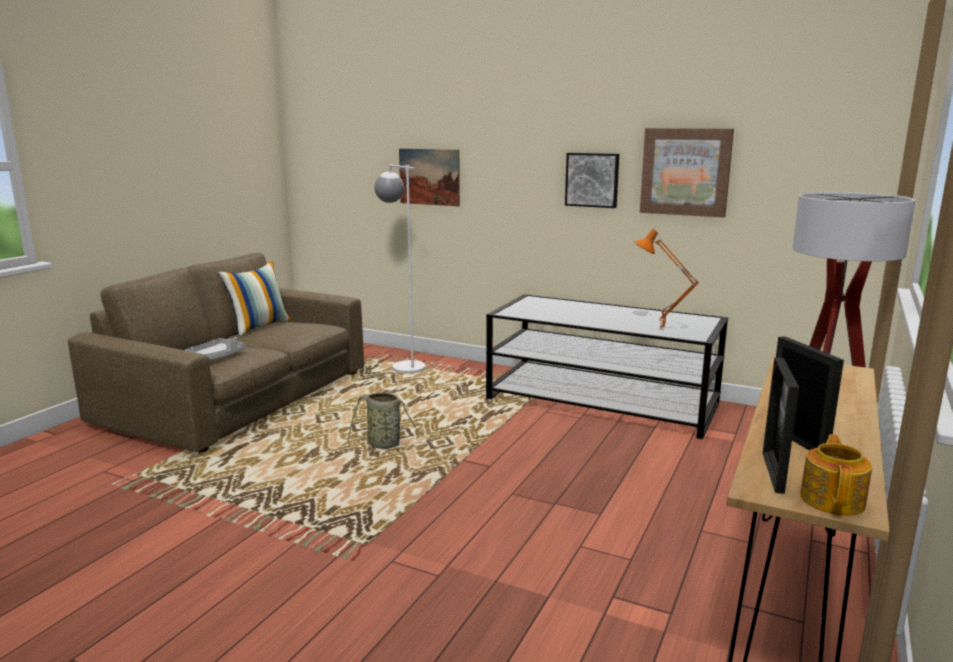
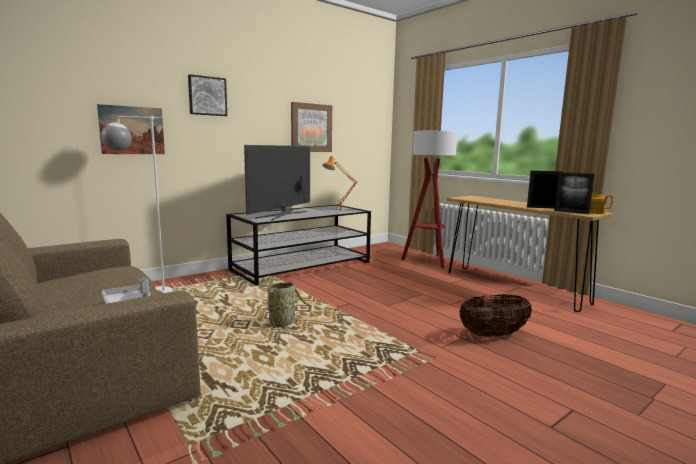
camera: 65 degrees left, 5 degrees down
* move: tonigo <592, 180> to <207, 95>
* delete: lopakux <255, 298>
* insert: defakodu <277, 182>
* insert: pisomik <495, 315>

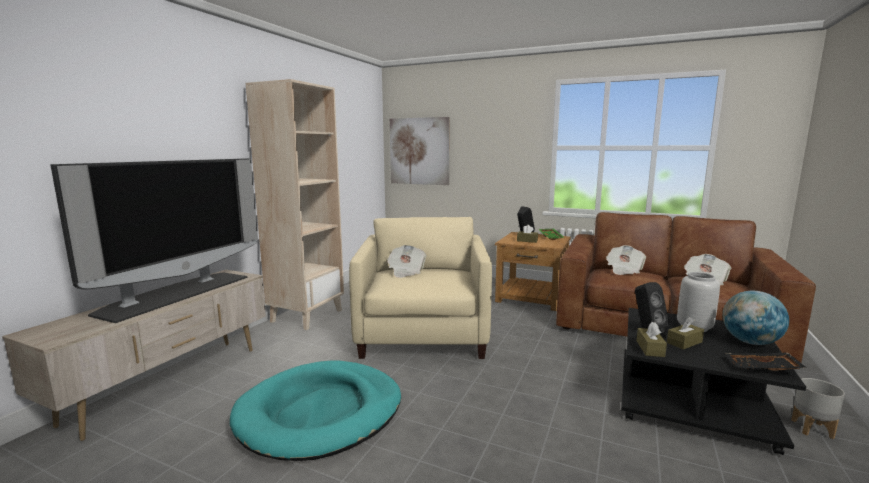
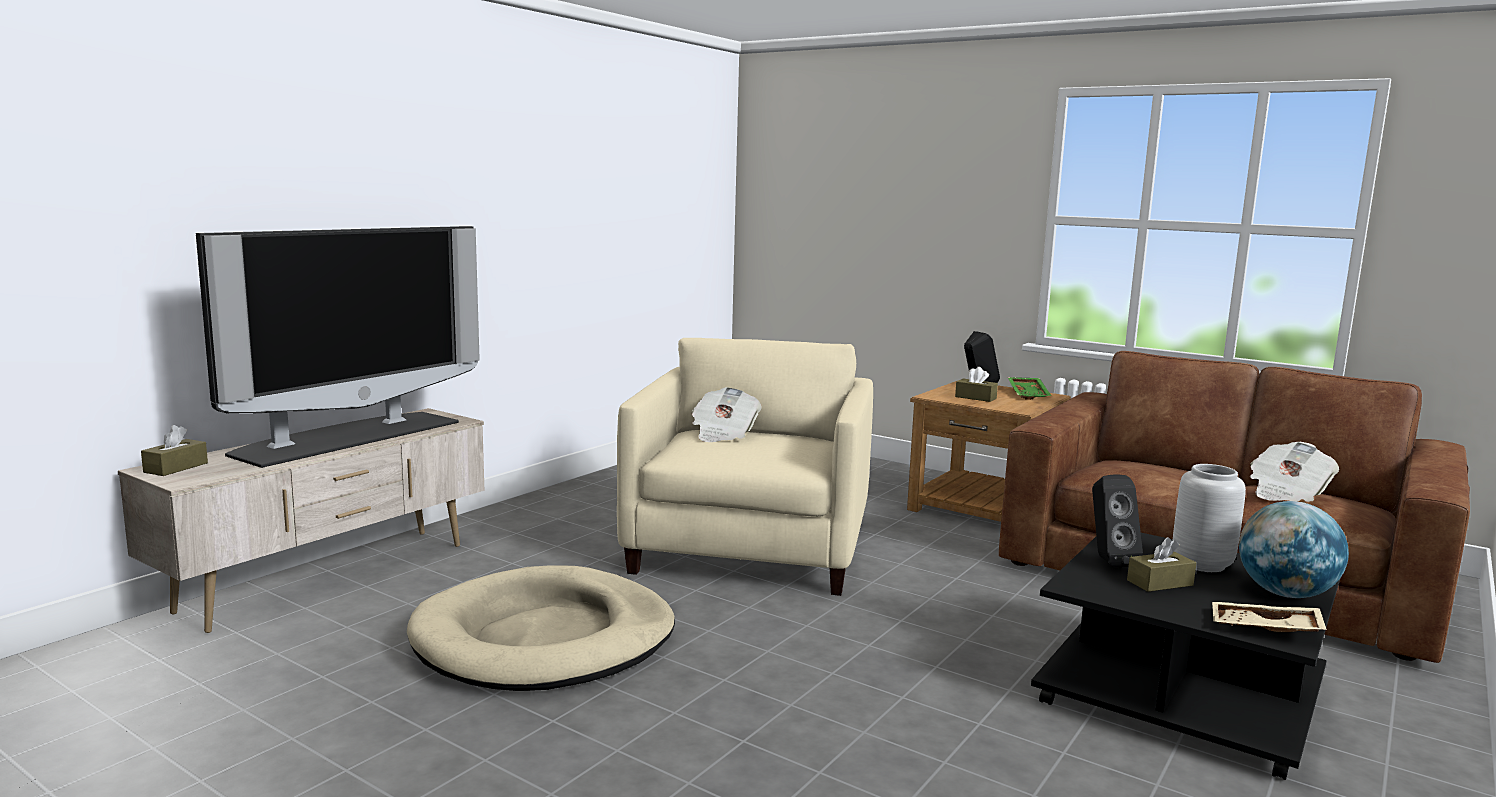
camera: 10 degrees right, 0 degrees up
* delete: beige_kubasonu <295, 204>
* delete: tonigo <420, 151>
* delete: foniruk <626, 260>
* move: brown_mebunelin <651, 339> to <174, 450>
* recolor: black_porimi <766, 362> to beige_porimi <1269, 617>
* recolor: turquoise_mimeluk <315, 411> to beige_mimeluk <541, 628>
* delete: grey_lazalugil <818, 408>

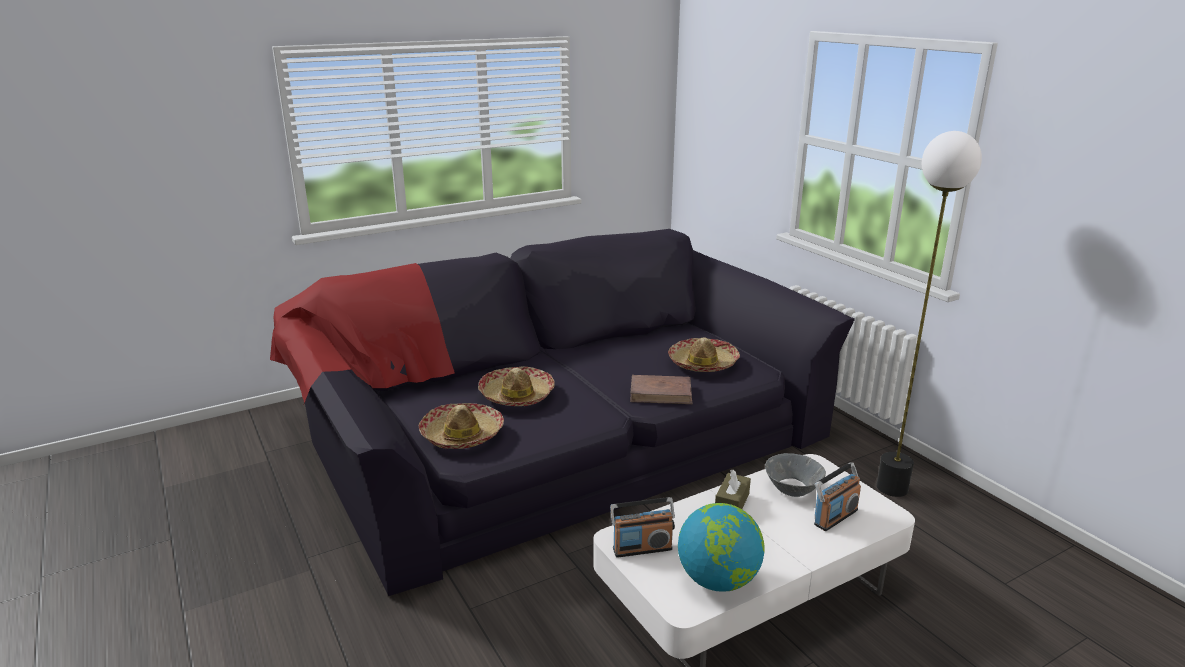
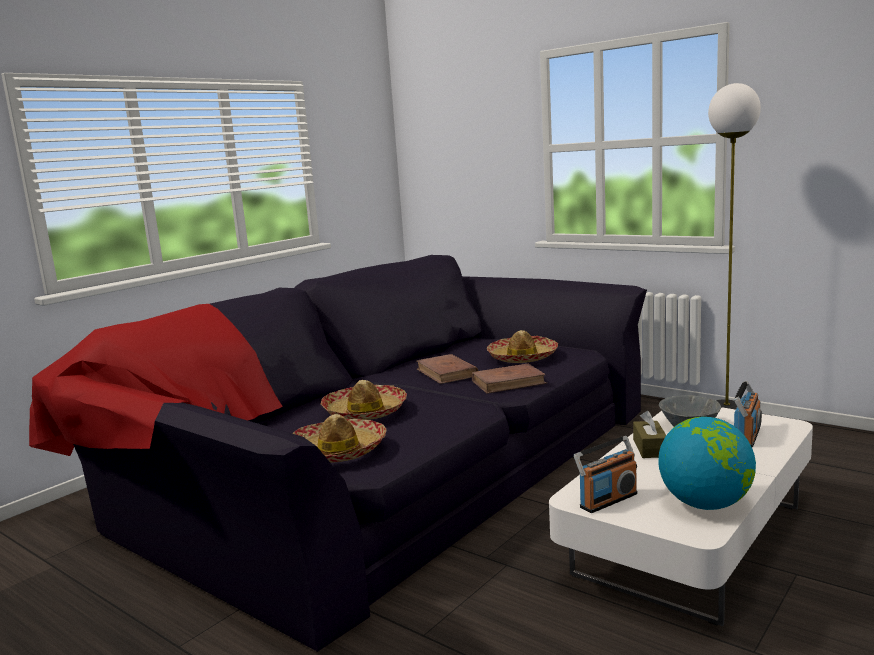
camera: 20 degrees left, 10 degrees down
* insert: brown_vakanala <447, 369>

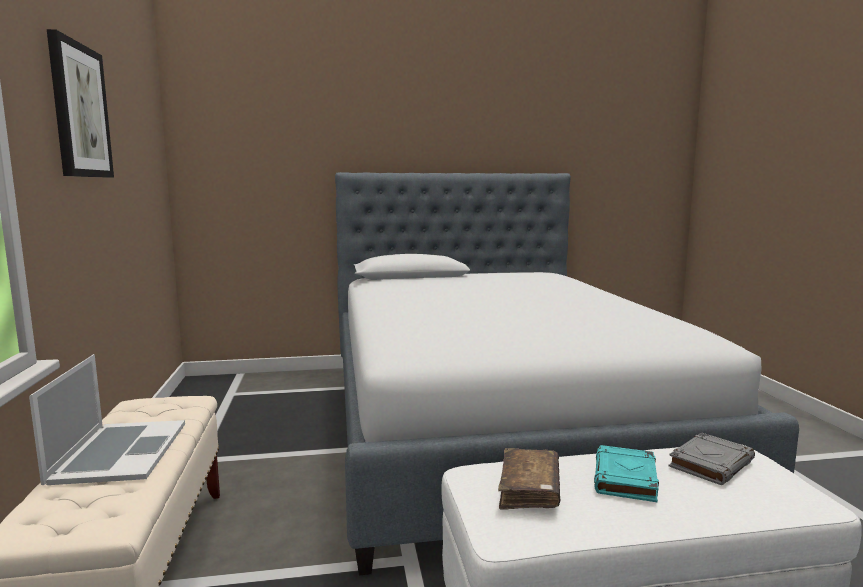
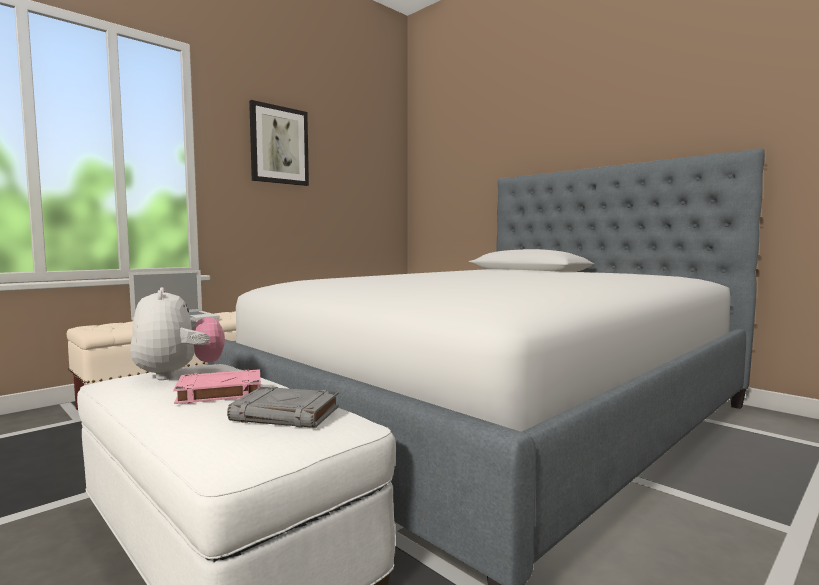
camera: 55 degrees right, 5 degrees down
* recolor: turquoise_vakanala <626, 473> to pink_vakanala <217, 386>
* replace: brown_vakanala <529, 479> to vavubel <177, 333>

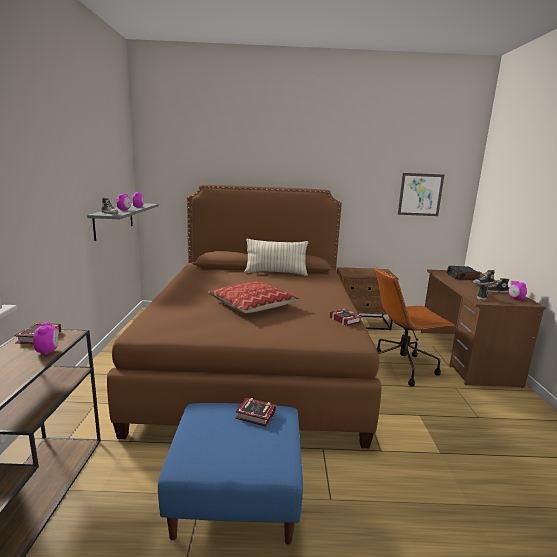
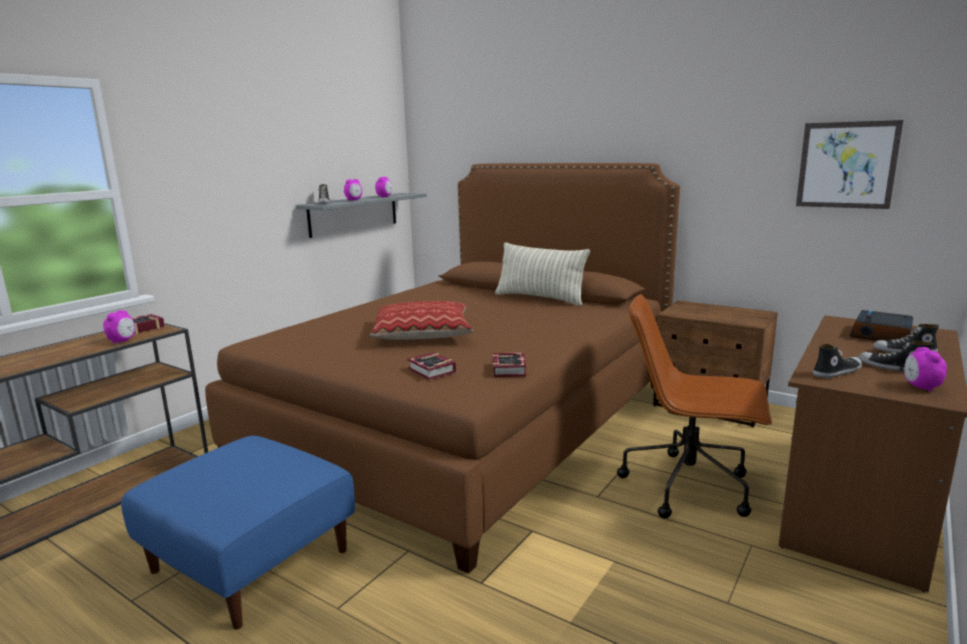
camera: 35 degrees right, 0 degrees up
* move: vakanala <256, 412> to <431, 366>

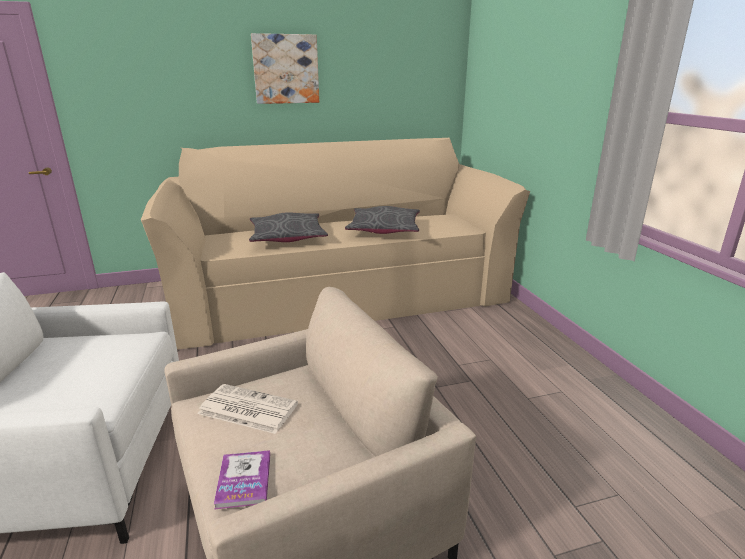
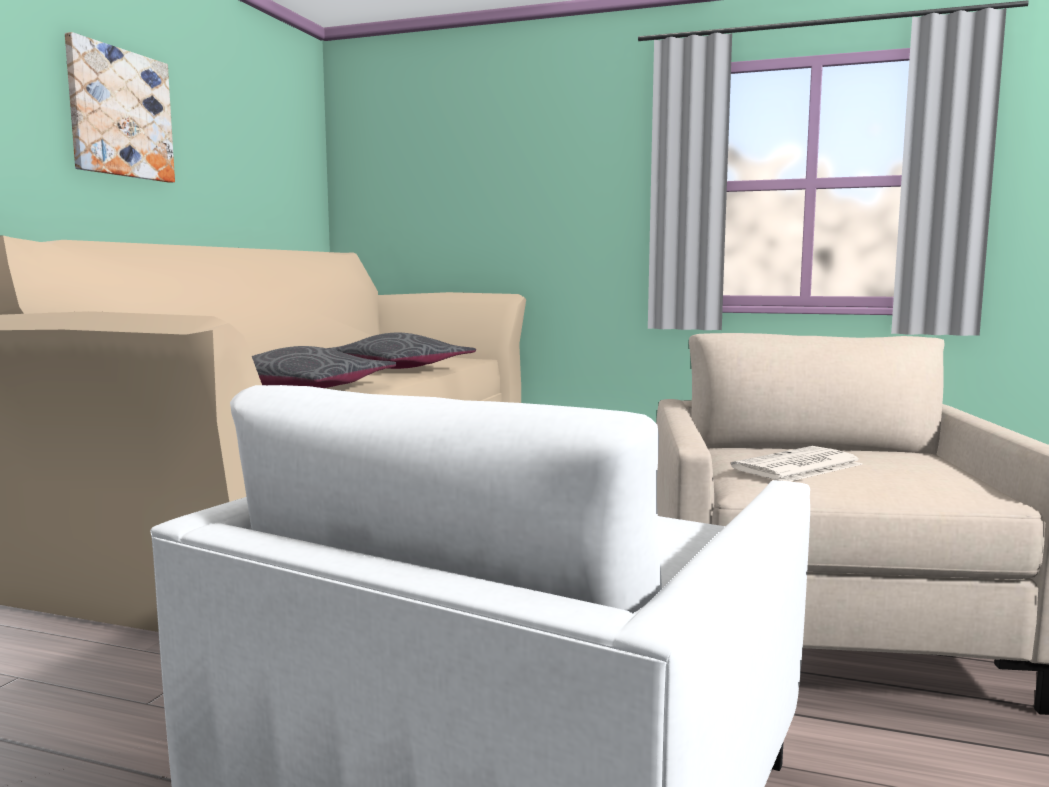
camera: 55 degrees left, 15 degrees down
* delete: vakanala <242, 480>

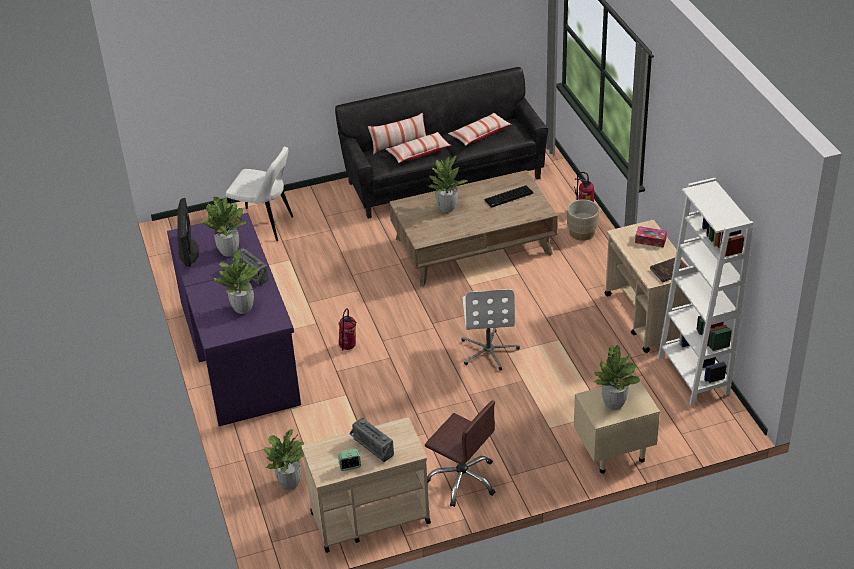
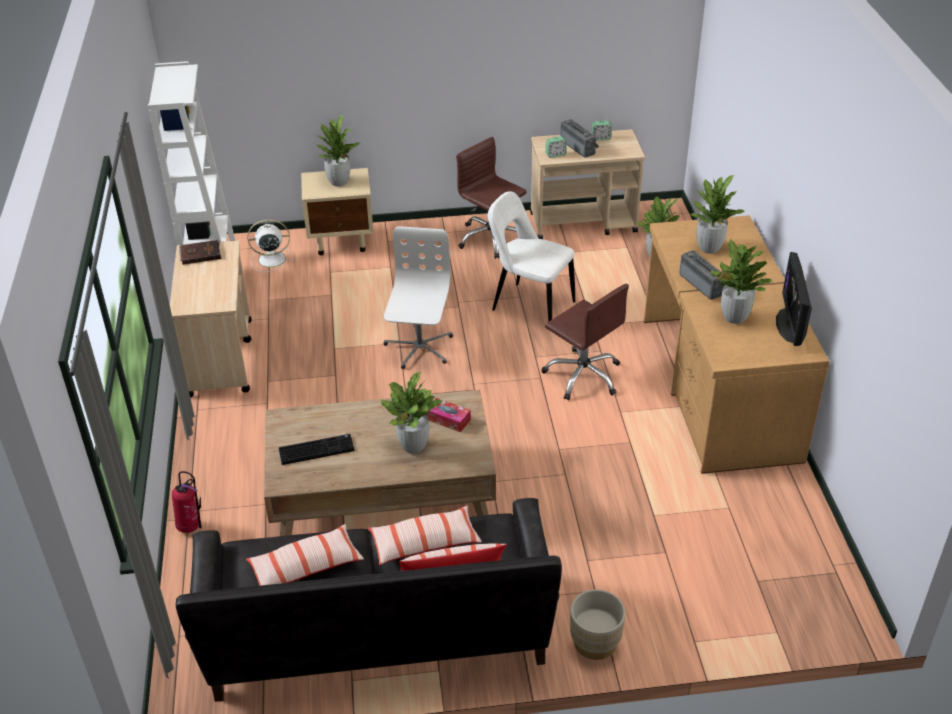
camera: 170 degrees left, 0 degrees up
* move: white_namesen <259, 194> to <531, 256>
* move: beige_lazalugil <583, 220> to <597, 624>
* recolor: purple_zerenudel <234, 319> to brown_zerenudel <737, 344>
* move: mebunelin <651, 237> to <449, 415>
* replace: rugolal <347, 329> to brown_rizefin <585, 342>
* insert: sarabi <556, 147>
* insert: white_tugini <271, 245>

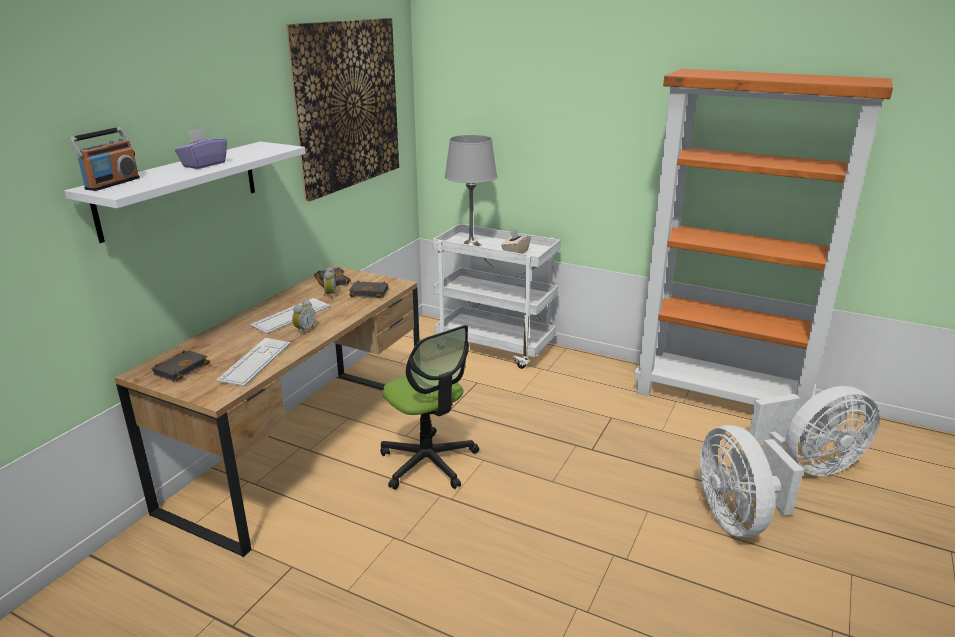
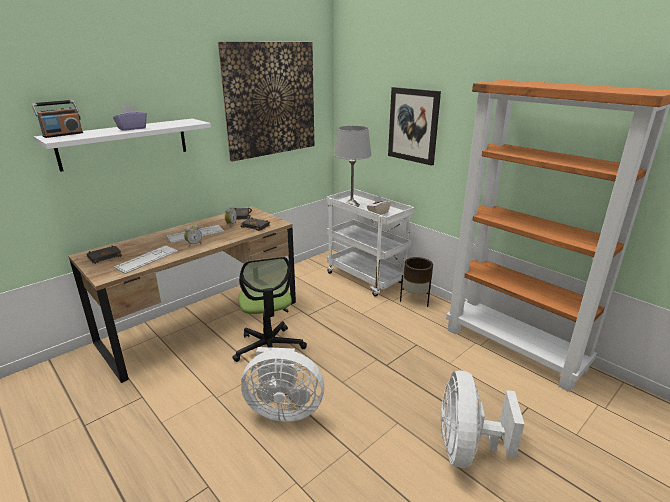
camera: 20 degrees right, 0 degrees up
* move: white_tugini <814, 431> to <282, 384>
* insert: tonigo <414, 126>
* insert: brown_lazalugil <416, 282>

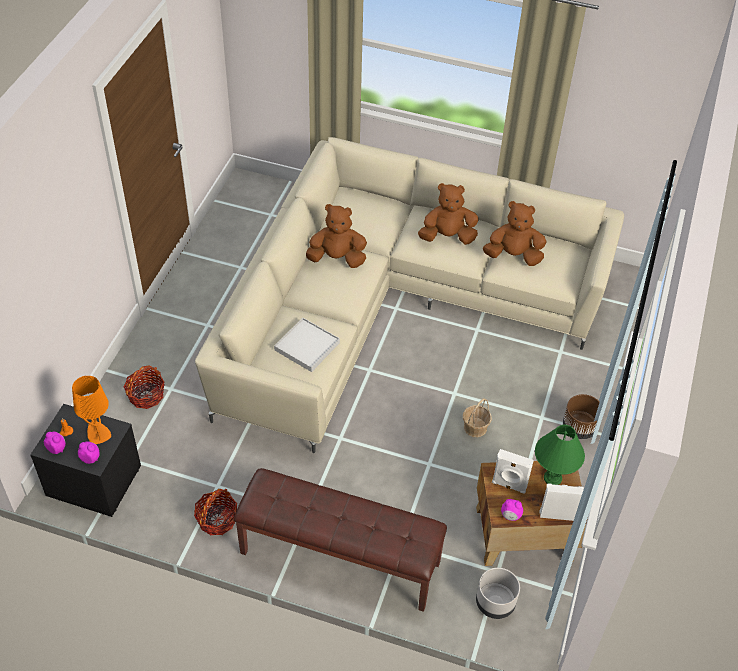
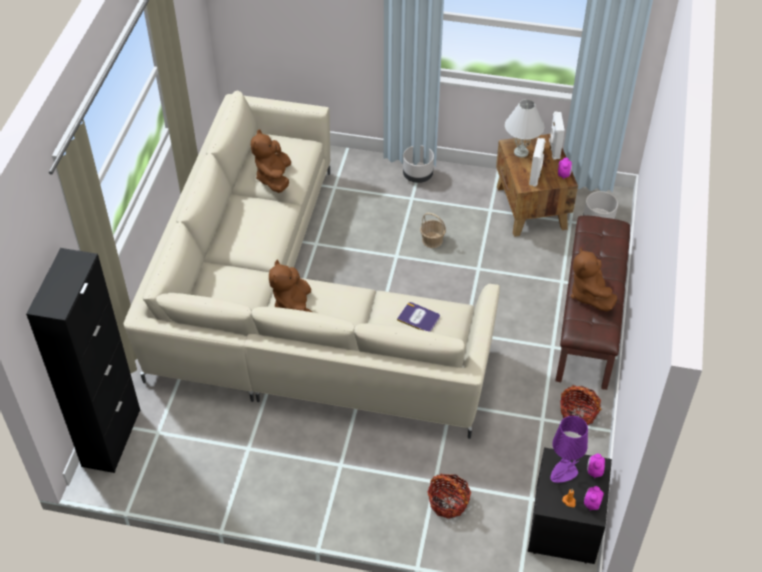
camera: 95 degrees left, 0 degrees up
* move: brown_vavubel <448, 214> to <594, 279>
* replace: white_porimi <307, 345> to vakanala <418, 317>
* recolor: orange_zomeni <91, 409> to purple_zomeni <569, 449>
* recolor: brown_lazalugil <581, 416> to grey_lazalugil <418, 164>
* recolor: green_zomeni <560, 455> to white_zomeni <524, 128>
* insert: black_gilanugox <83, 360>

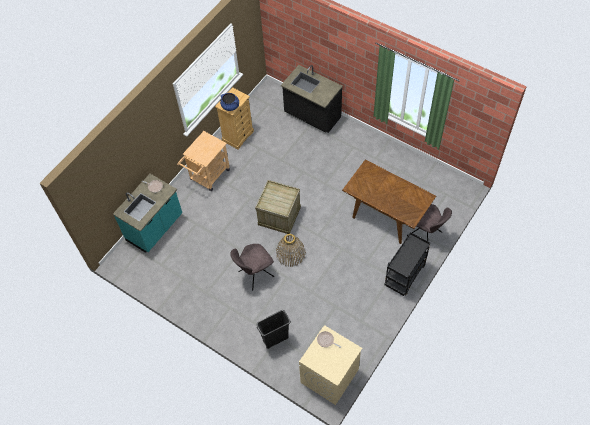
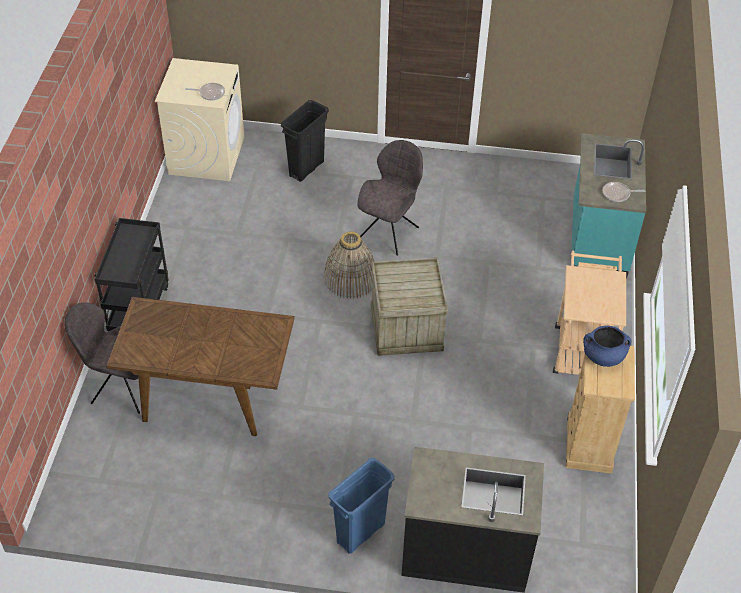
camera: 150 degrees right, 10 degrees down
* insert: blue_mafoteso <361, 506>

